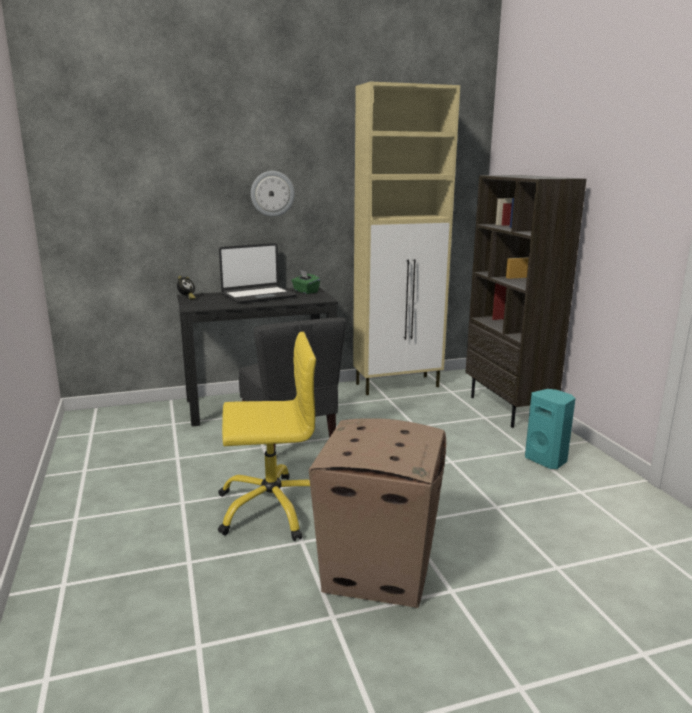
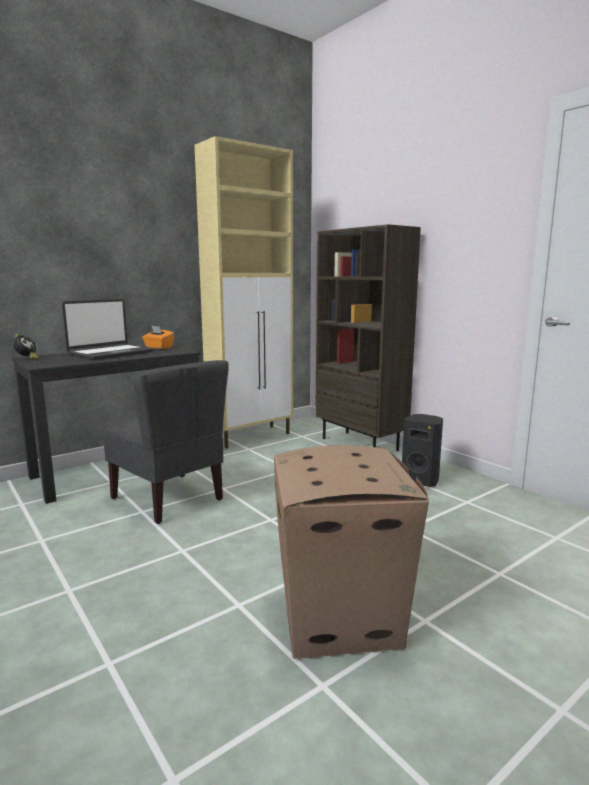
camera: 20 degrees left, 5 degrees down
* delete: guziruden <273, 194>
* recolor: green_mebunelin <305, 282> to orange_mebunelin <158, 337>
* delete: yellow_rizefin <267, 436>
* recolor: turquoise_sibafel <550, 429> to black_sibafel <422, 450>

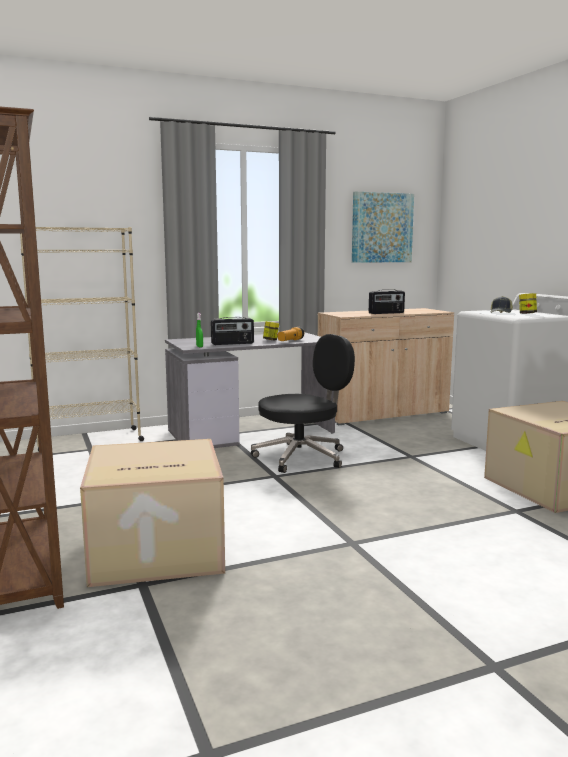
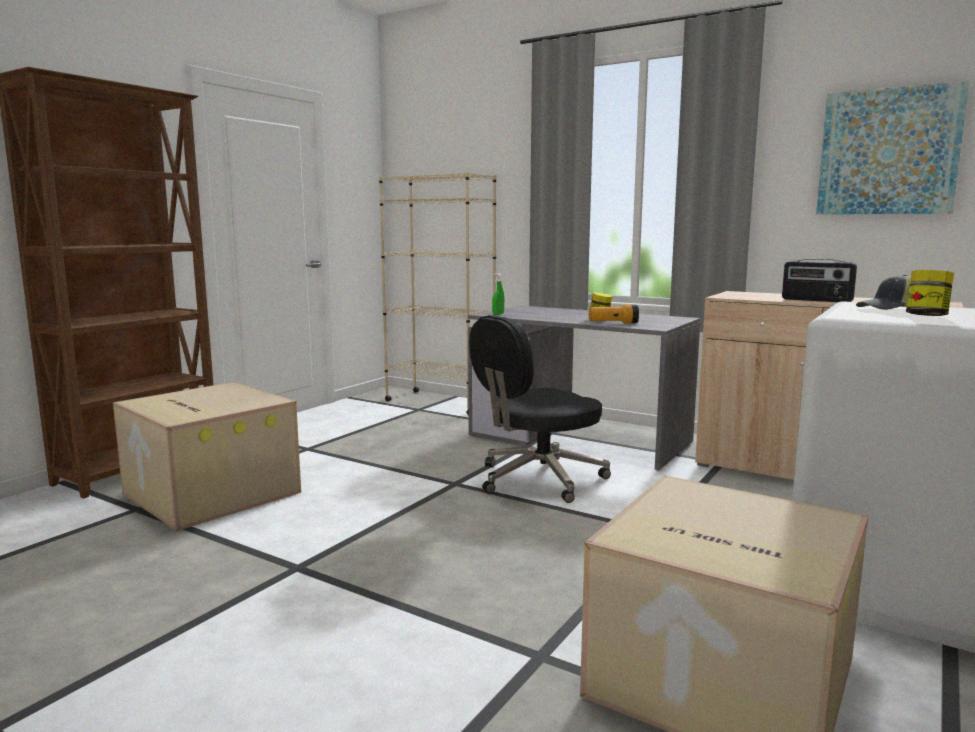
camera: 55 degrees right, 0 degrees up
* delete: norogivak <232, 331>
* rotate: black_rizefin <303, 403> = <540, 409> 120 degrees clockwise

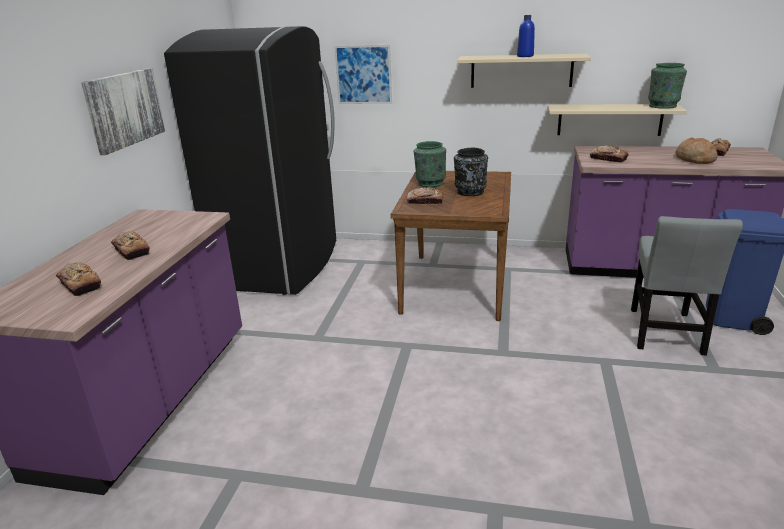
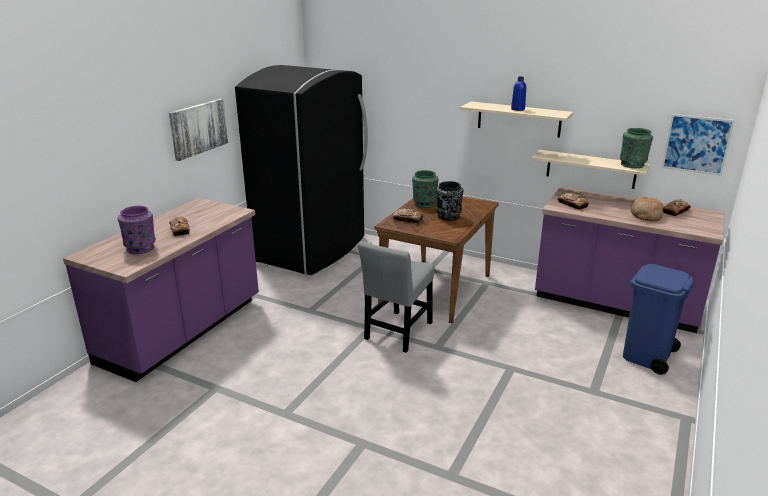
camera: 15 degrees right, 0 degrees up
* move: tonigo <363, 74> to <698, 145>
* move: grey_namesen <687, 286> to <396, 297>
* replace: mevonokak <78, 279> to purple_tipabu <136, 230>

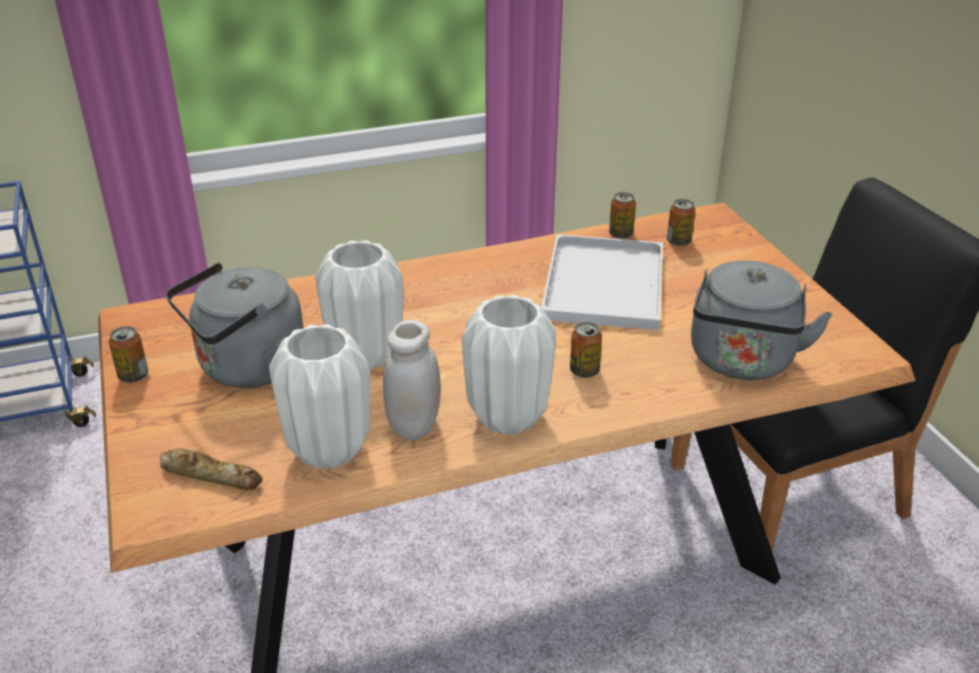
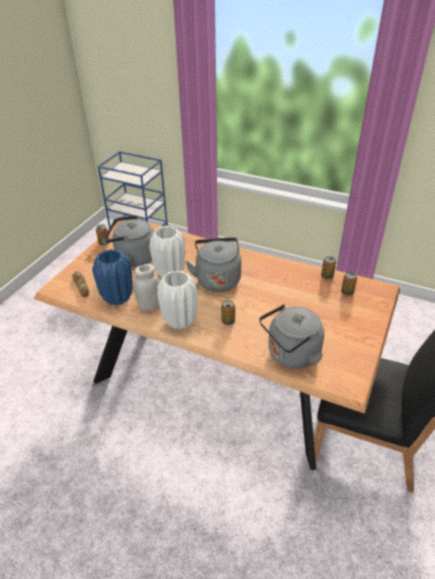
camera: 45 degrees right, 5 degrees up
* delete: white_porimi <602, 282>
* recolor: white_tipabu <319, 396> to blue_tipabu <112, 277>
* insert: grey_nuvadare <213, 264>

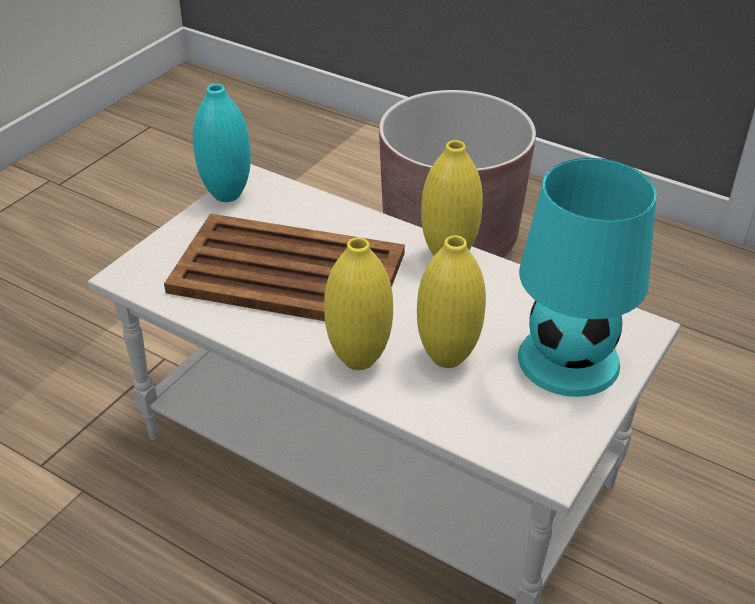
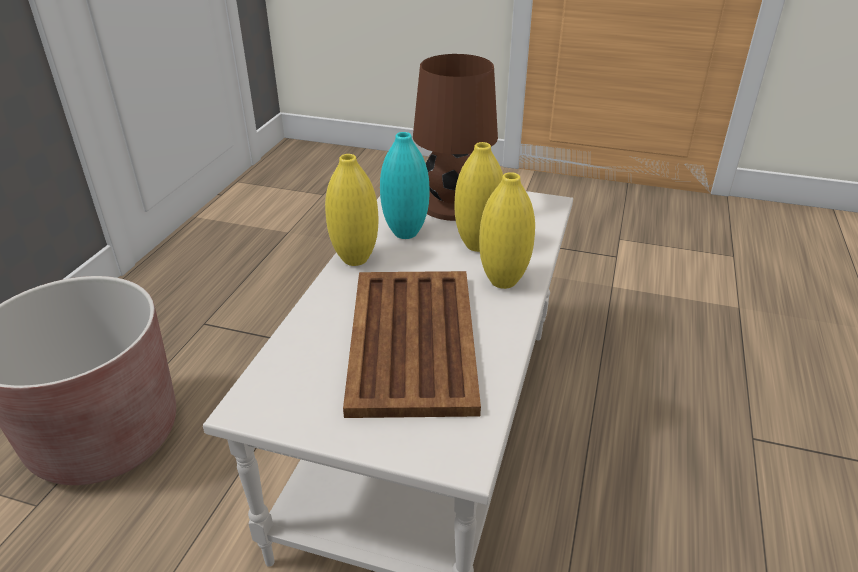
camera: 105 degrees left, 5 degrees down
* move: turquoise_tipabu <222, 143> to <404, 185>
* recolor: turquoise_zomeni <587, 277> to brown_zomeni <455, 137>

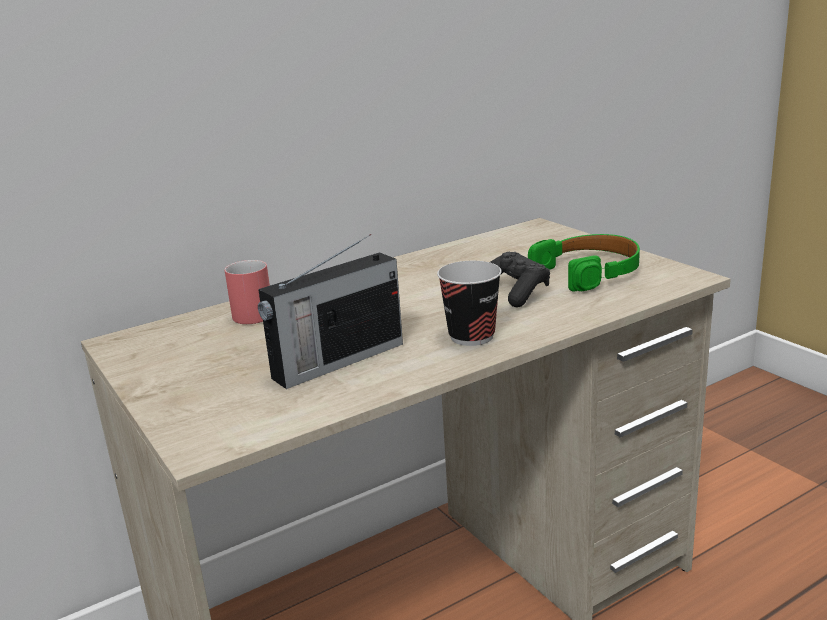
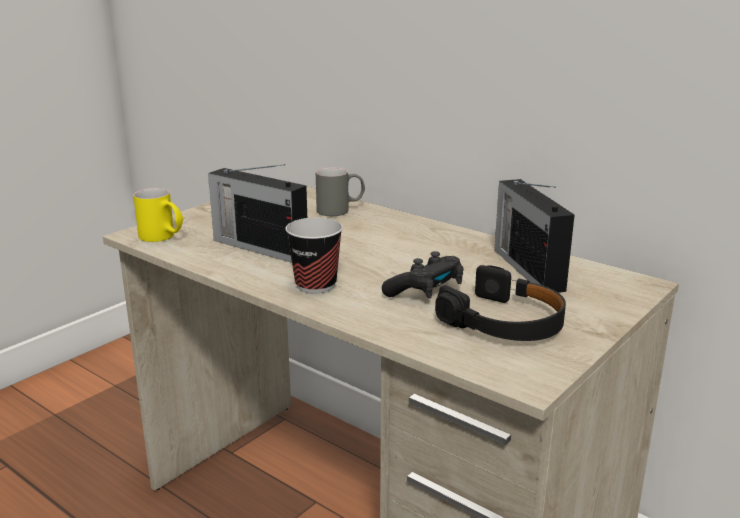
camera: 70 degrees right, 0 degrees up
* recolor: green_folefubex <584, 262> to black_folefubex <500, 303>
* recolor: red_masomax <247, 292> to grey_masomax <340, 191>
* insert: norogivak <534, 236>
* insert: yellow_masomax <158, 215>

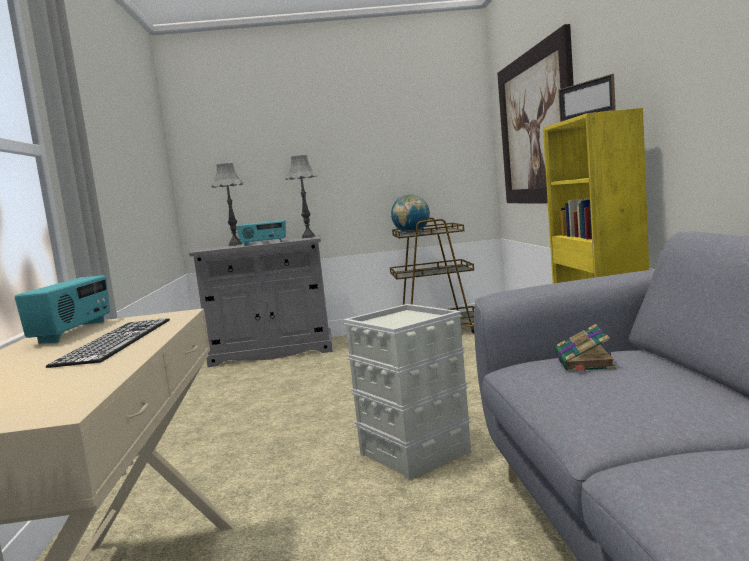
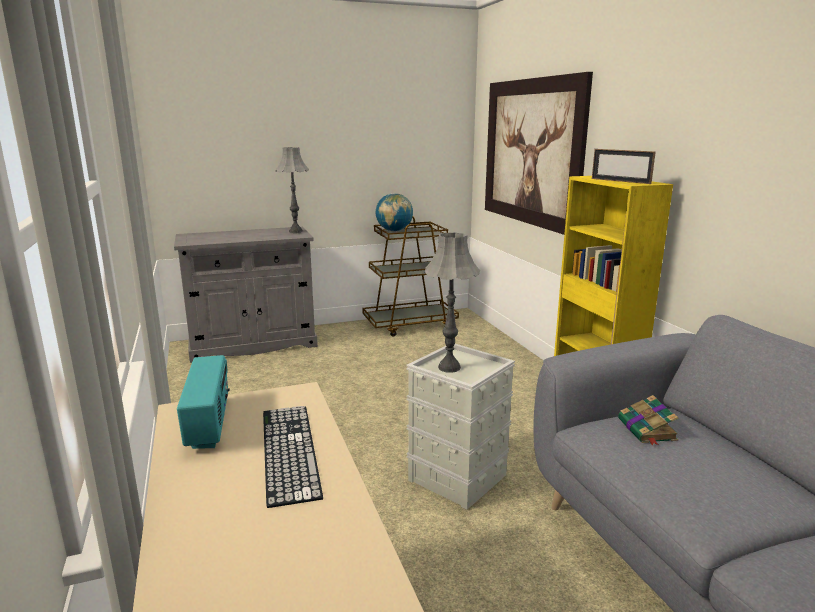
camera: 15 degrees left, 10 degrees up
* move: grey_zomeni <227, 204> to <452, 303>
* delete: norogivak <261, 233>

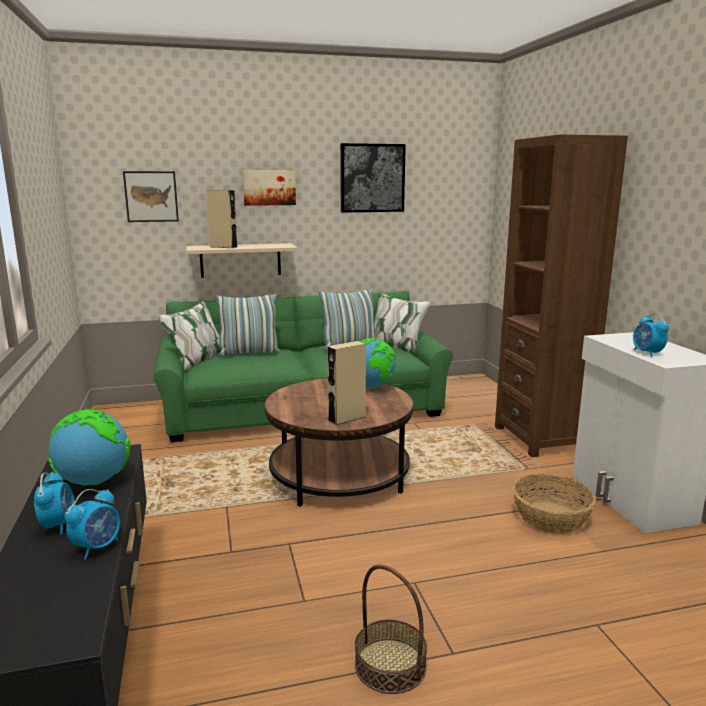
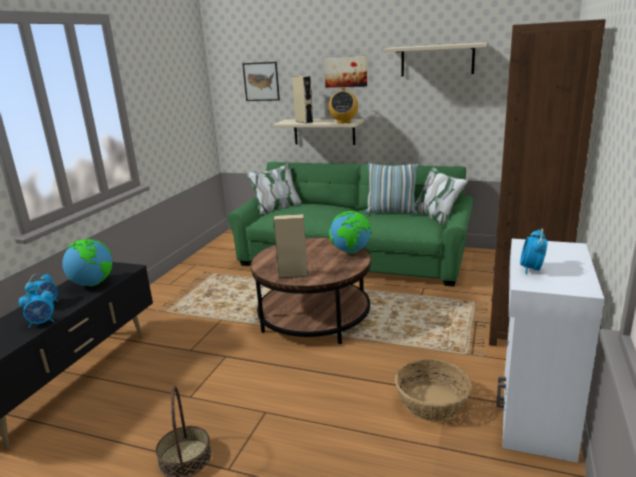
camera: 35 degrees right, 5 degrees up
* replace: tonigo <373, 178> to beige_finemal <435, 59>
* delete: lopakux <248, 325>
* insert: norogivak <343, 105>

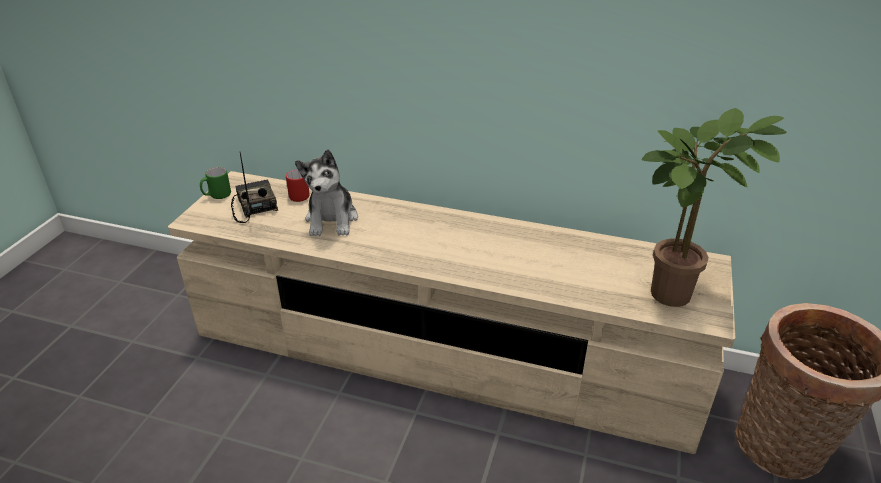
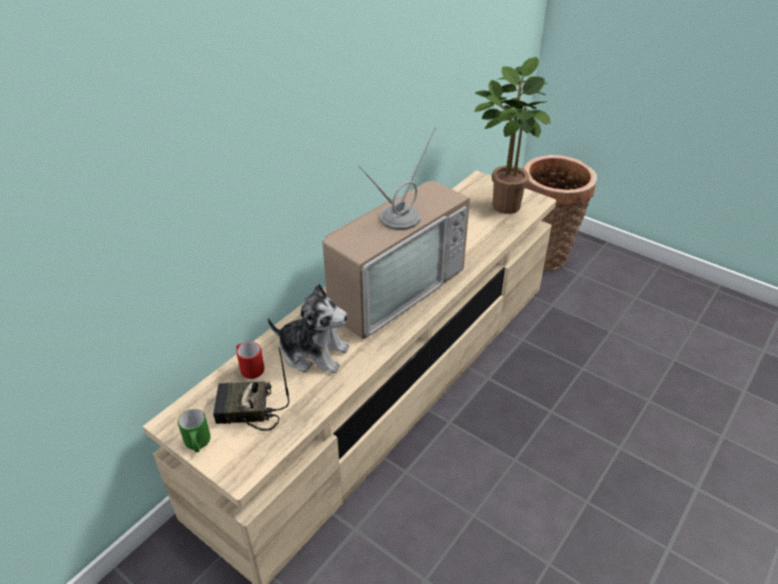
camera: 70 degrees left, 5 degrees up
* insert: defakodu <396, 233>

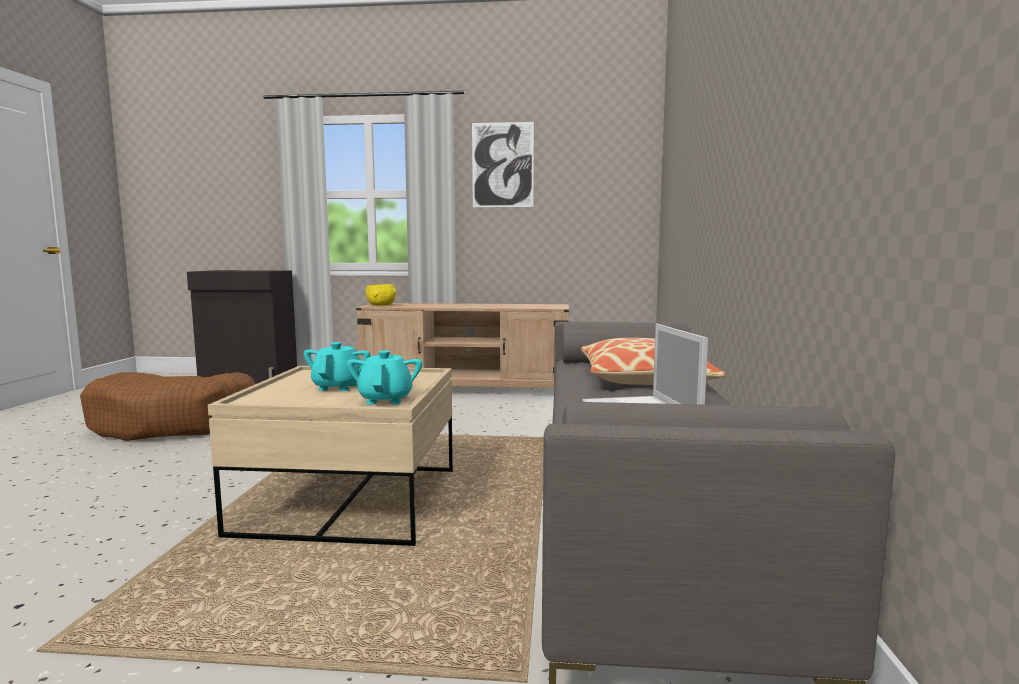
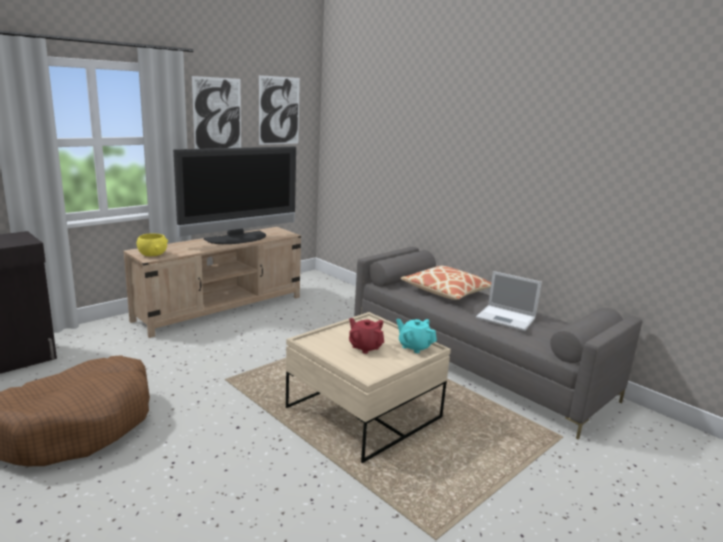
camera: 50 degrees left, 10 degrees up
* recolor: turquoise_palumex <337, 366> to red_palumex <366, 336>
* insert: tonigo <279, 110>
* insert: defakodu <234, 195>

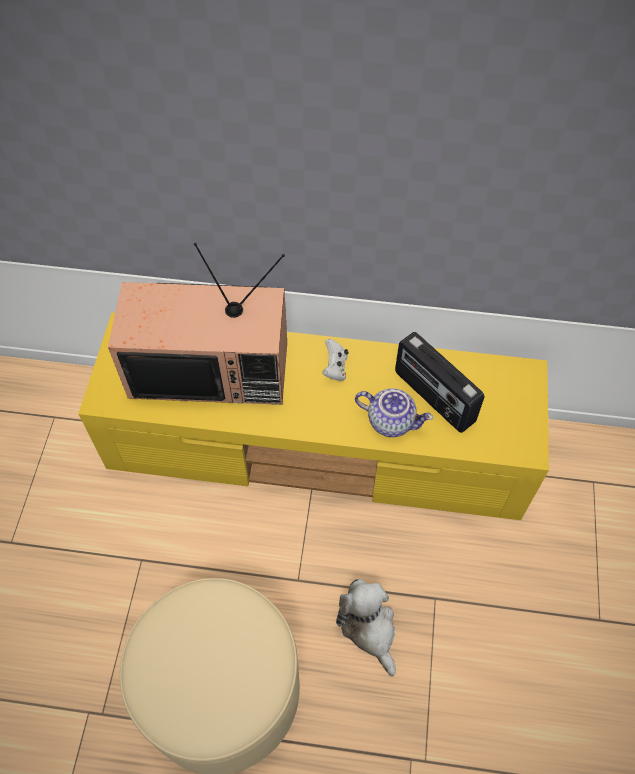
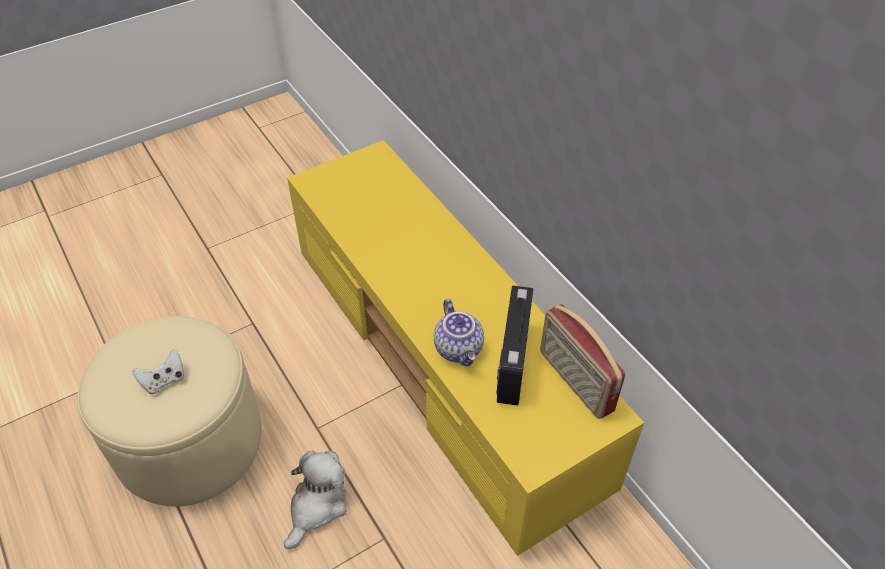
camera: 50 degrees right, 10 degrees down
* delete: defakodu <197, 324>
* move: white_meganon <335, 360> to <158, 371>
* insert: norogivak <582, 361>

